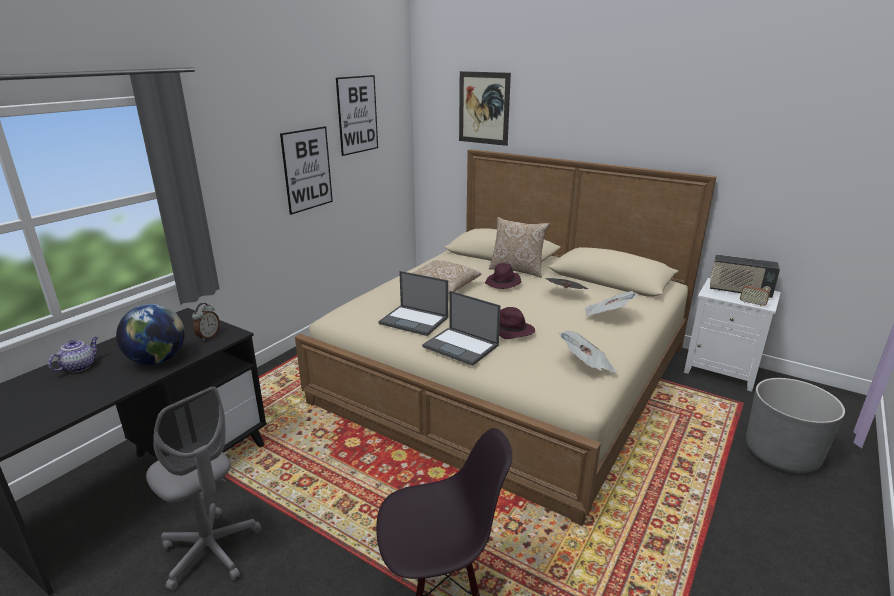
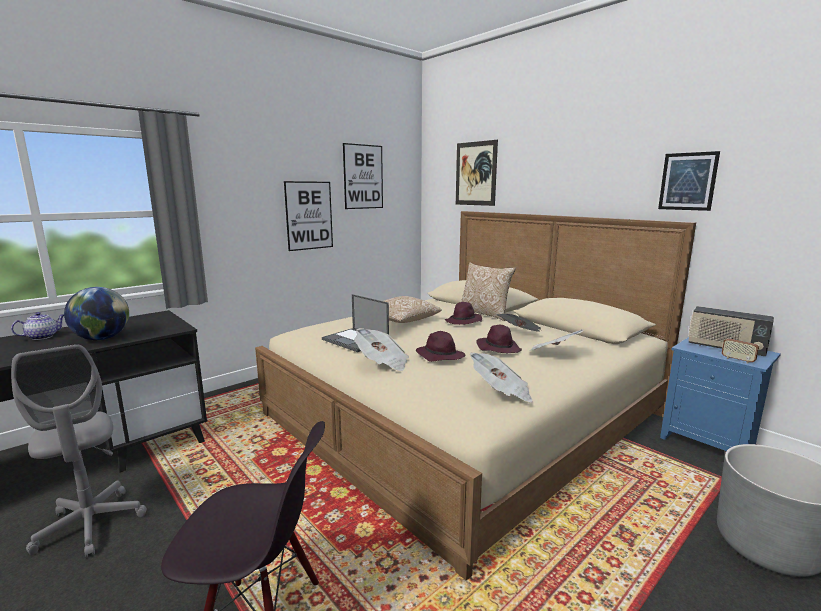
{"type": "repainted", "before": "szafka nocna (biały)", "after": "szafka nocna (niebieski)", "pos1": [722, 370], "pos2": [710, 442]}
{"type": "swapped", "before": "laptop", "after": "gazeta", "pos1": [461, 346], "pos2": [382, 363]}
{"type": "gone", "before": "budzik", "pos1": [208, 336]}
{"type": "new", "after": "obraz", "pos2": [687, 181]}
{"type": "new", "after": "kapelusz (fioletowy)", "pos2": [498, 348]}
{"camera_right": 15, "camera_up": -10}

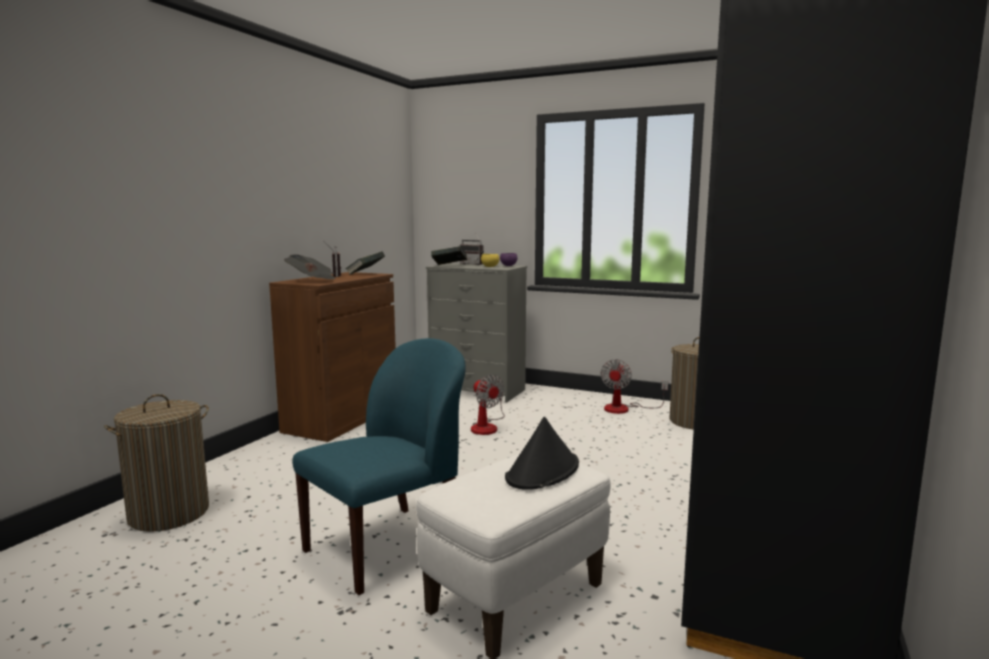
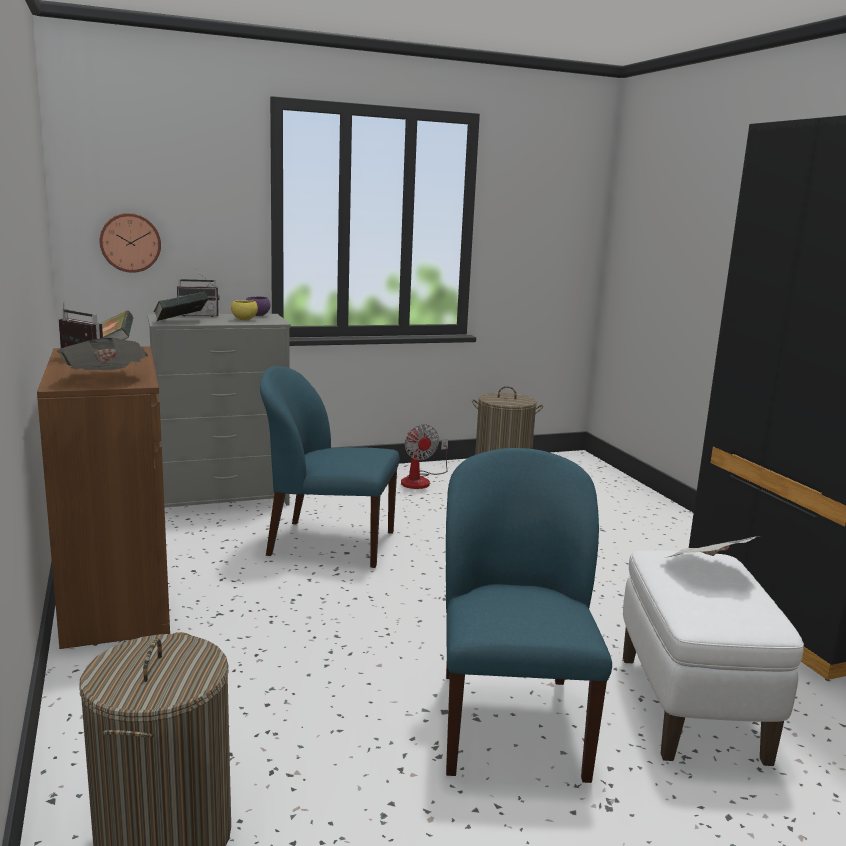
{"type": "swapped", "before": "wentylator", "after": "krzesło (niebieski)", "pos1": [487, 426], "pos2": [329, 543]}
{"type": "swapped", "before": "kapelusz (czarny)", "after": "gazeta", "pos1": [543, 471], "pos2": [705, 569]}
{"type": "new", "after": "zegar ścienny", "pos2": [130, 242]}
{"camera_right": -45, "camera_up": 5}

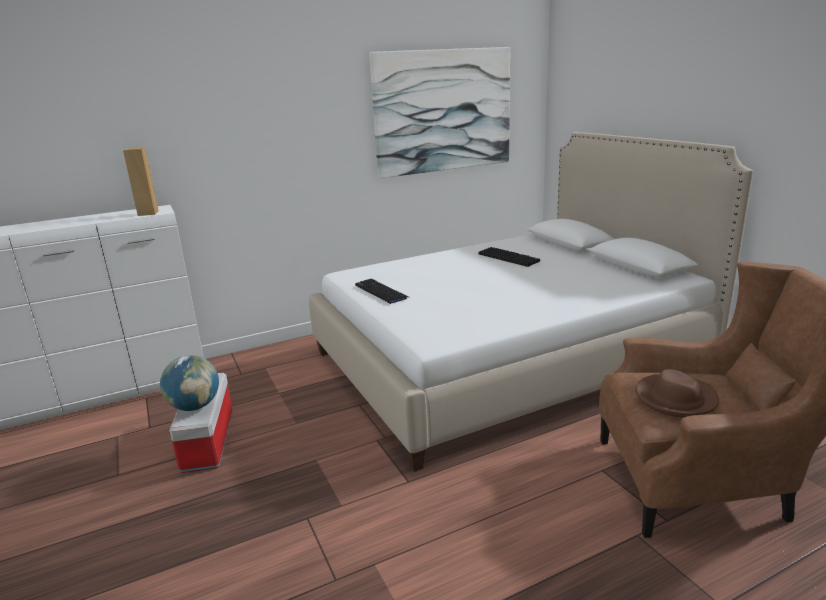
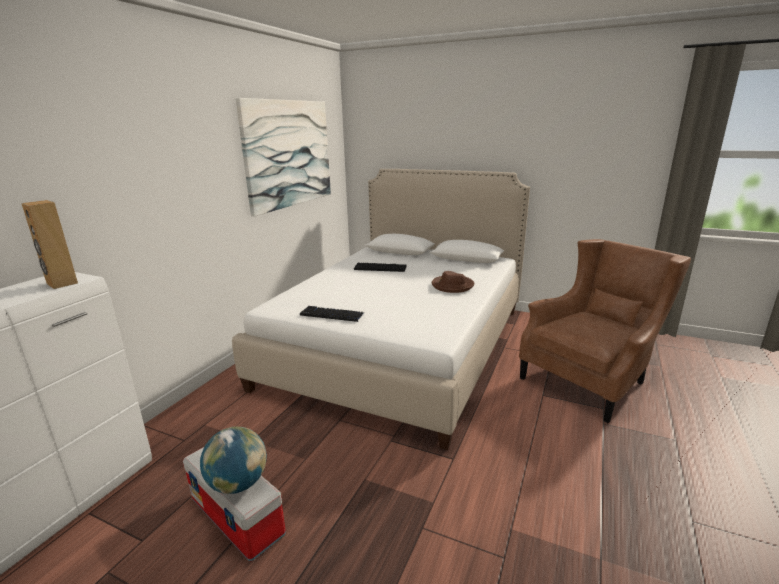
{"type": "shifted", "before": "kapelusz (brązowy)", "pos1": [675, 398], "pos2": [452, 286]}
{"camera_right": -40, "camera_up": 0}

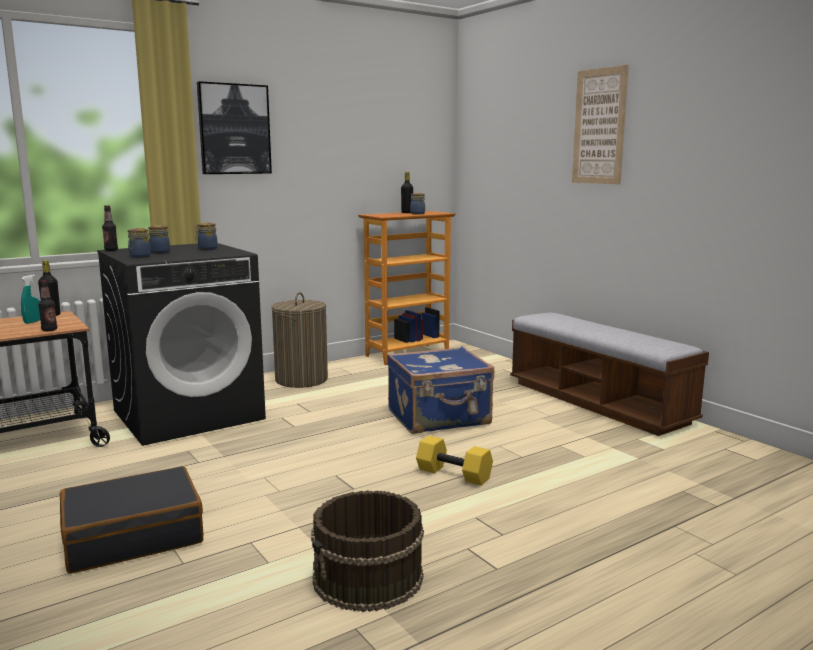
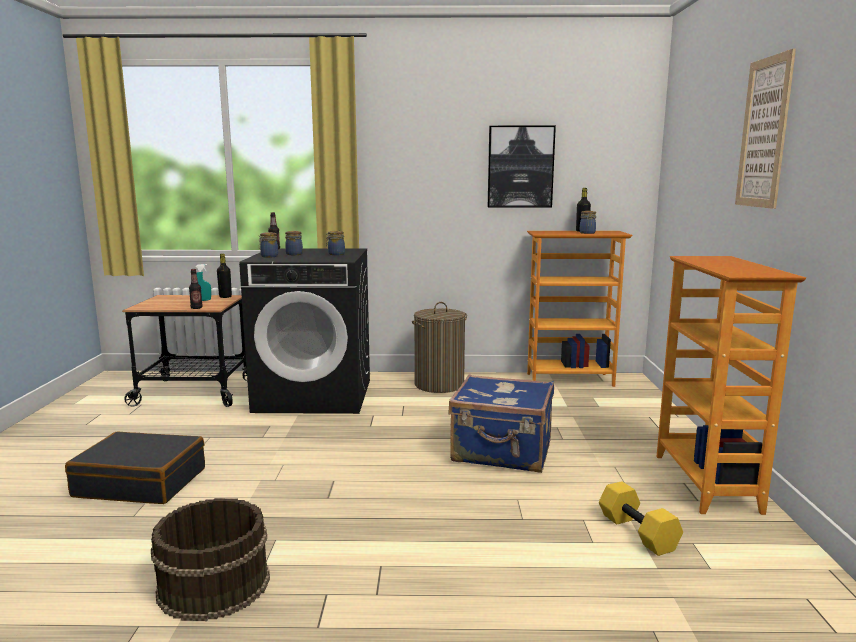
{"type": "shifted", "before": "obraz", "pos1": [234, 129], "pos2": [520, 167]}
{"type": "swapped", "before": "ławka", "after": "regał", "pos1": [597, 402], "pos2": [707, 483]}
{"type": "shifted", "before": "hantel (żółty)", "pos1": [455, 474], "pos2": [639, 532]}
{"camera_right": 35, "camera_up": 0}

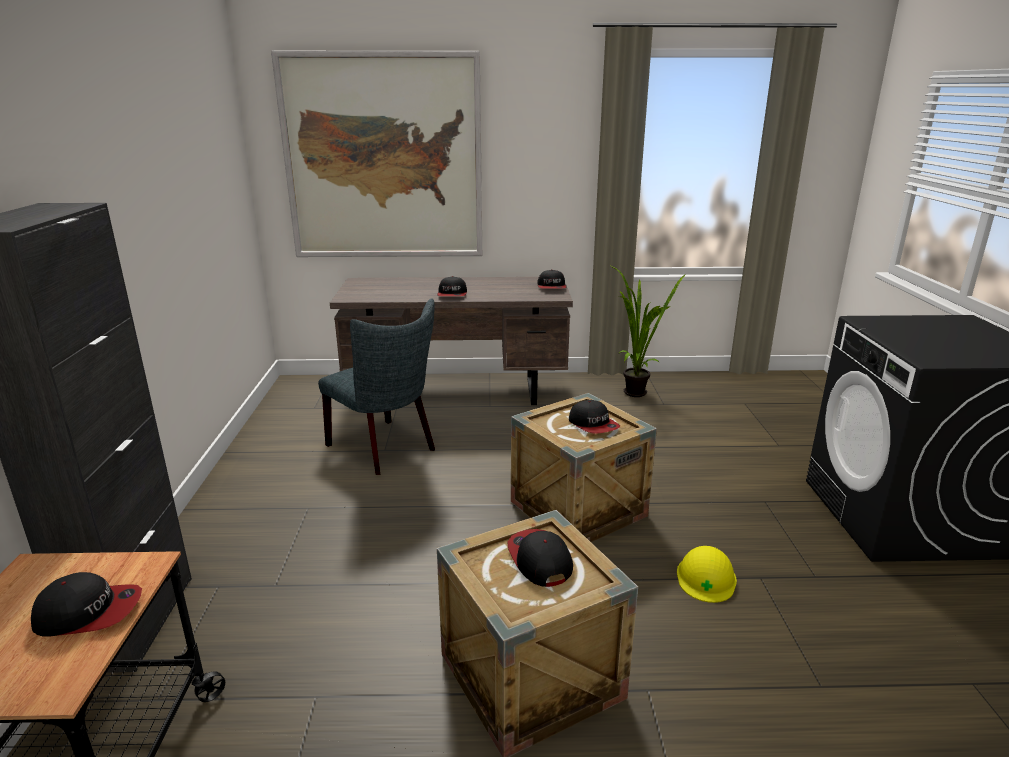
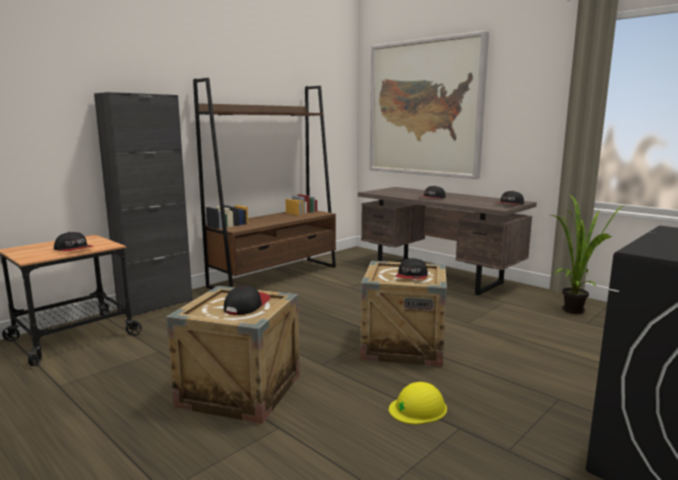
{"type": "gone", "before": "krzesło (szary)", "pos1": [386, 449]}
{"type": "new", "after": "regał (brązowy)", "pos2": [275, 276]}
{"camera_right": 45, "camera_up": -10}

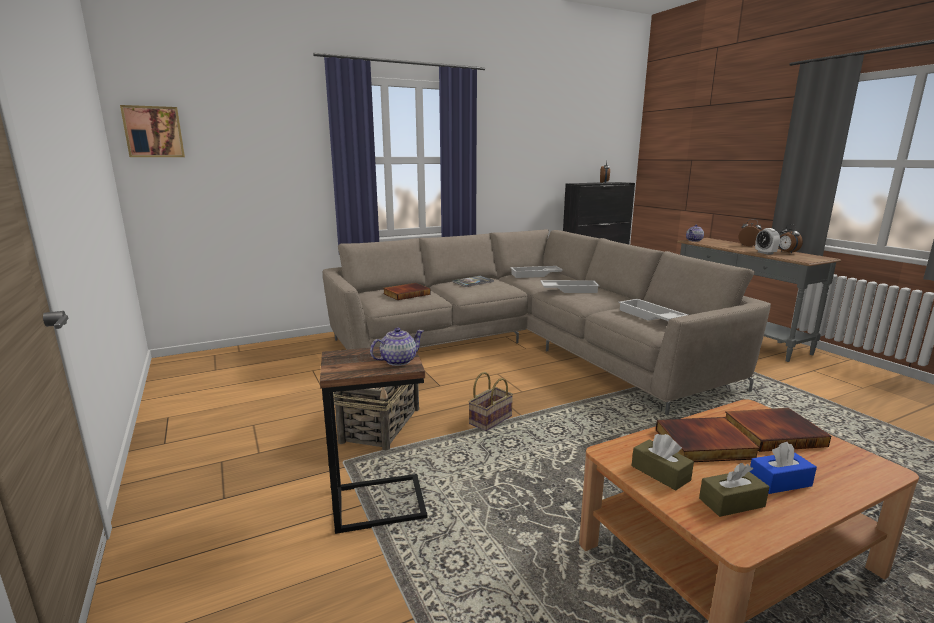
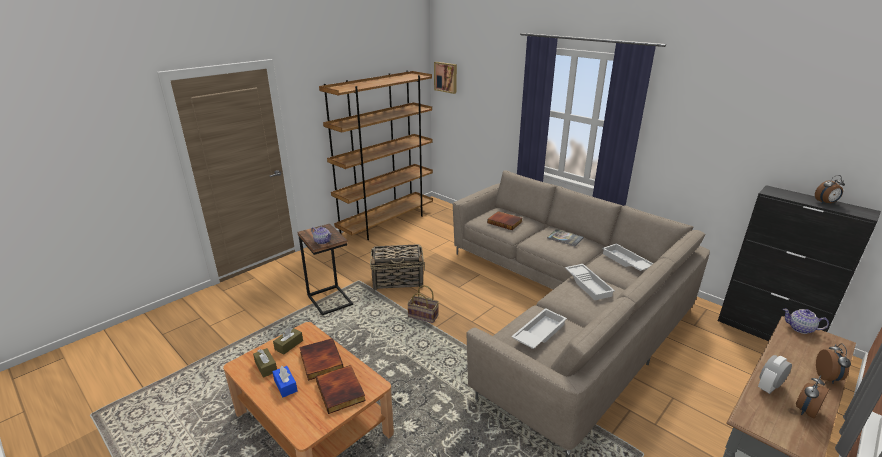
{"type": "new", "after": "regał (brązowy)", "pos2": [387, 223]}
{"camera_right": 70, "camera_up": 10}

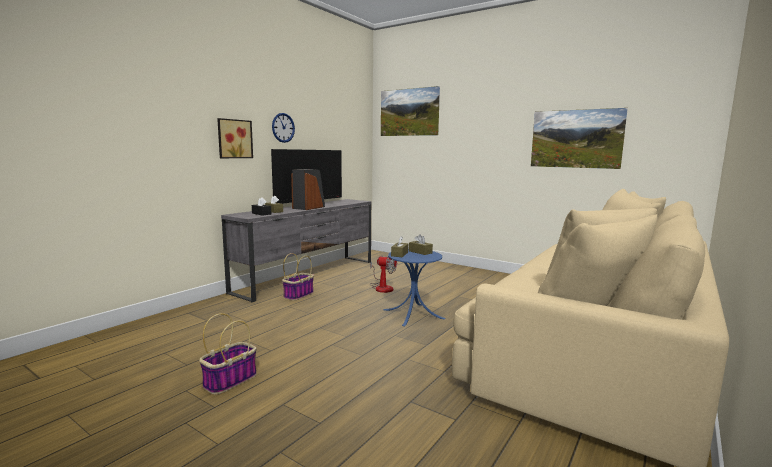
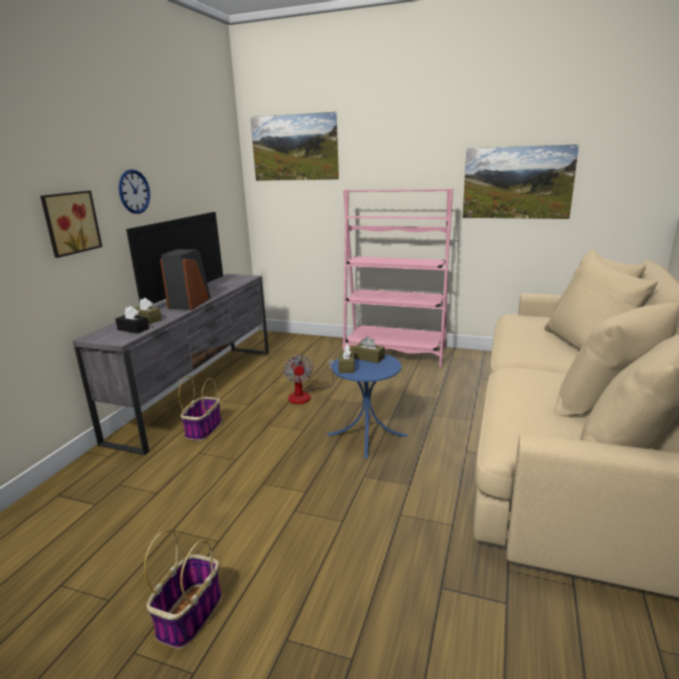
{"type": "rotated", "before": "wentylator", "pos1": [382, 287], "pos2": [305, 395], "turn": 75}
{"type": "new", "after": "regał (różowy)", "pos2": [395, 352]}
{"camera_right": -15, "camera_up": 10}

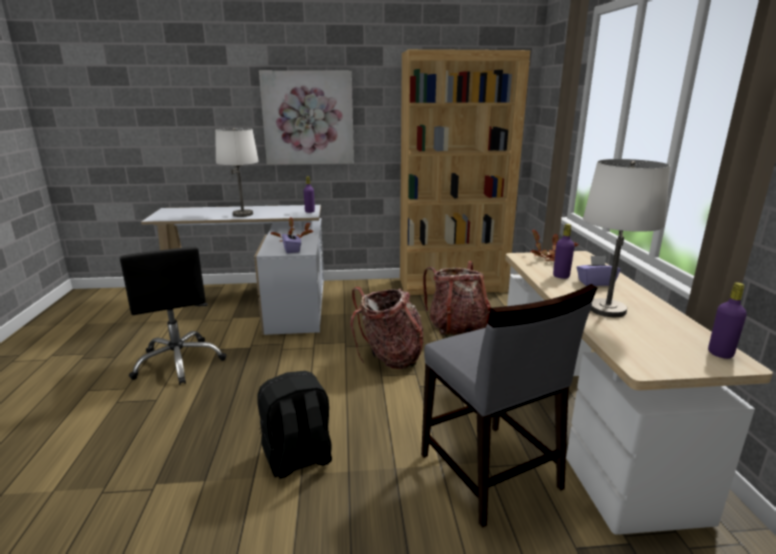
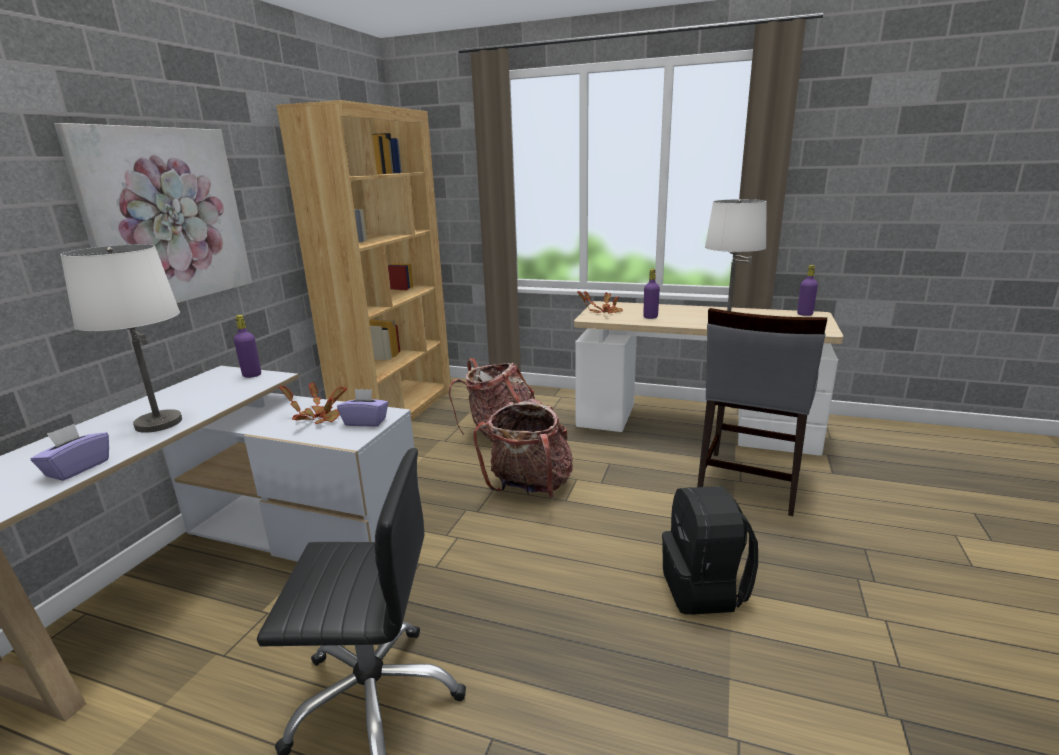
{"type": "shifted", "before": "pudełko chusteczek (fioletowy)", "pos1": [595, 283], "pos2": [77, 468]}
{"type": "rotated", "before": "krzesło (szary)", "pos1": [489, 472], "pos2": [748, 482], "turn": 120}
{"camera_right": -65, "camera_up": 0}

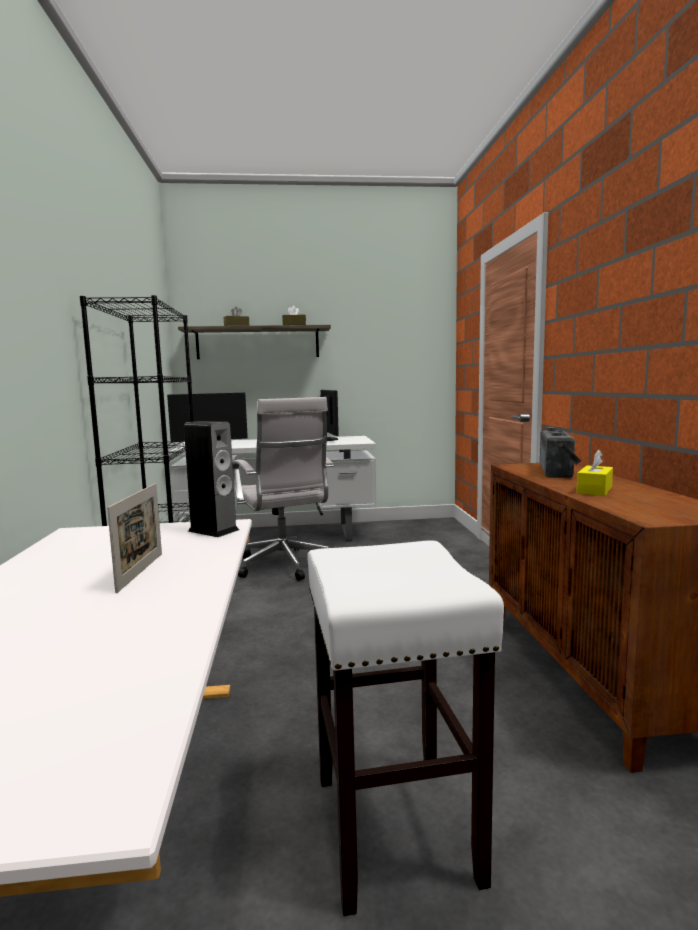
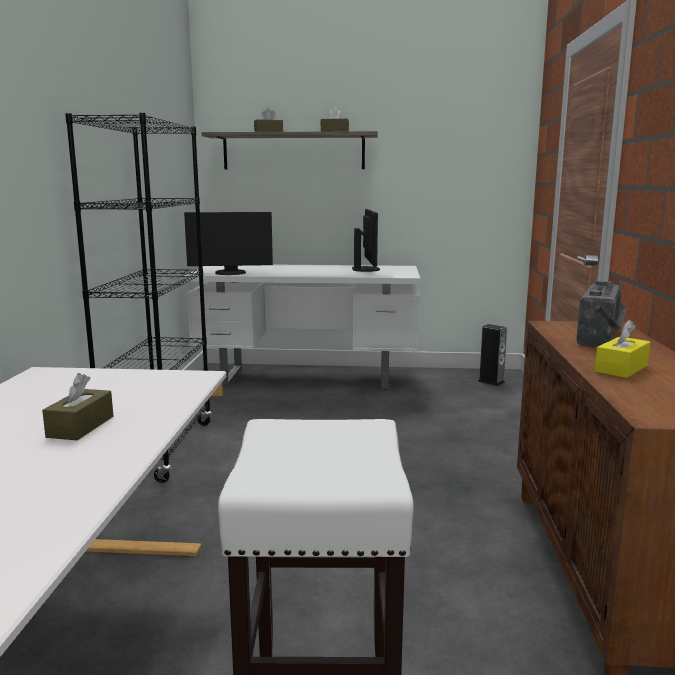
{"type": "gone", "before": "krzesło biurowe (biały)", "pos1": [285, 566]}
{"type": "shifted", "before": "głośnik", "pos1": [213, 530], "pos2": [491, 381]}
{"type": "swapped", "before": "ramka na zdjęcie", "after": "pudełko chusteczek (brązowy)", "pos1": [141, 571], "pos2": [80, 426]}
{"camera_right": 10, "camera_up": 5}

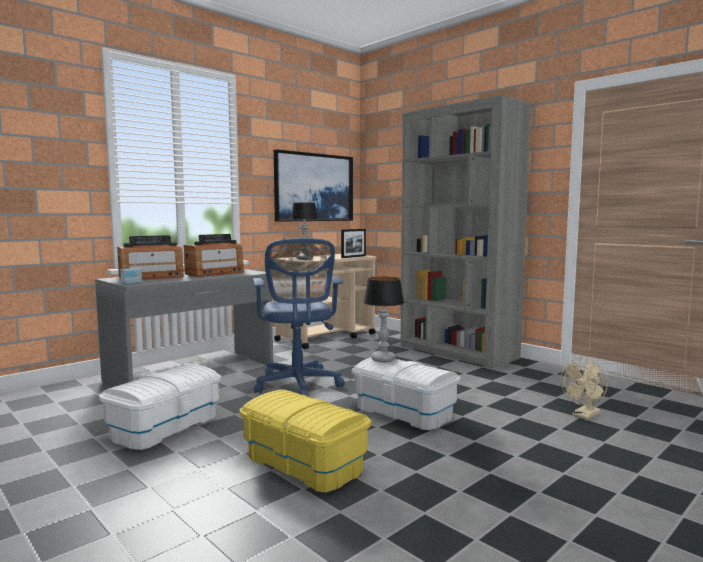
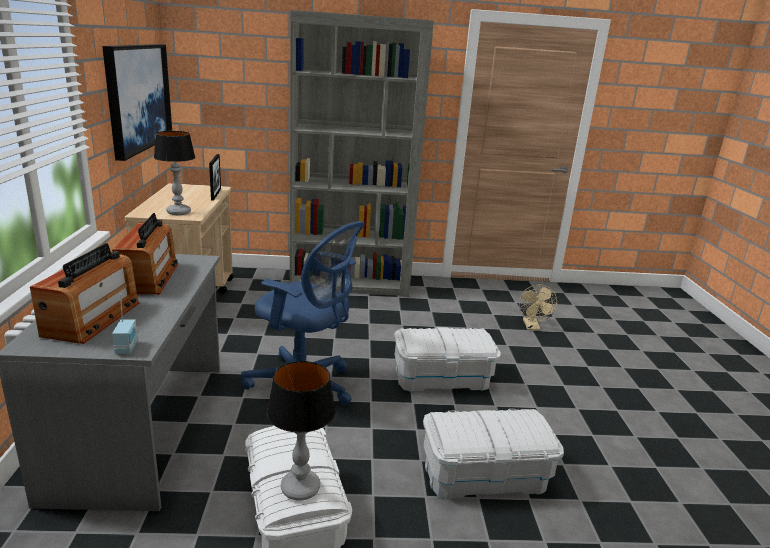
{"type": "shifted", "before": "lampa stołowa", "pos1": [382, 359], "pos2": [299, 488]}
{"type": "repainted", "before": "pojemnik do przechowywania (żółty)", "after": "pojemnik do przechowywania (biały)", "pos1": [303, 464], "pos2": [484, 475]}
{"camera_right": -50, "camera_up": 15}

